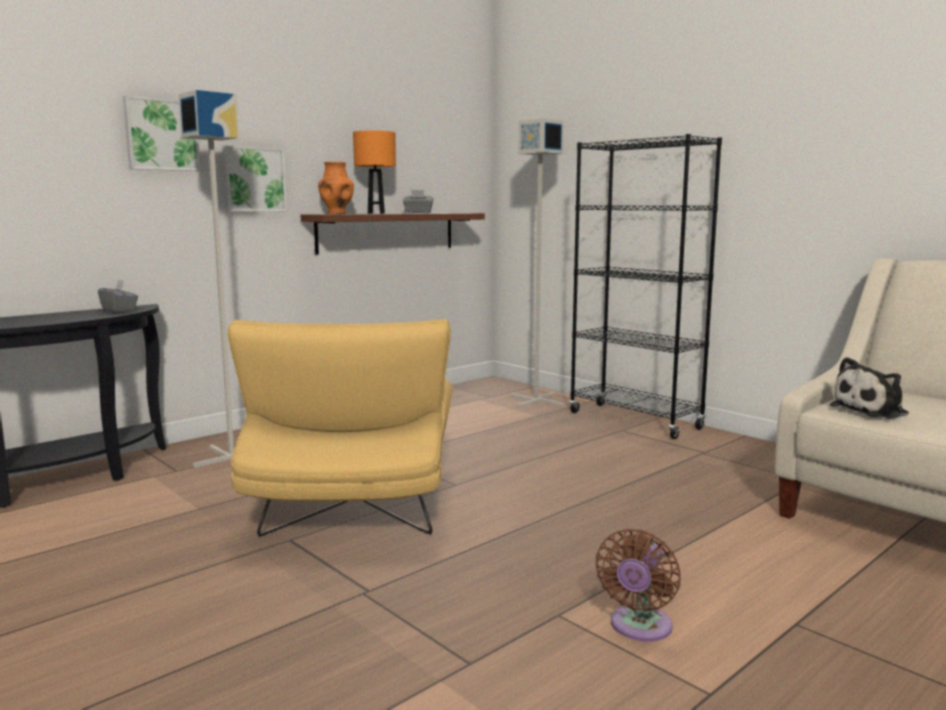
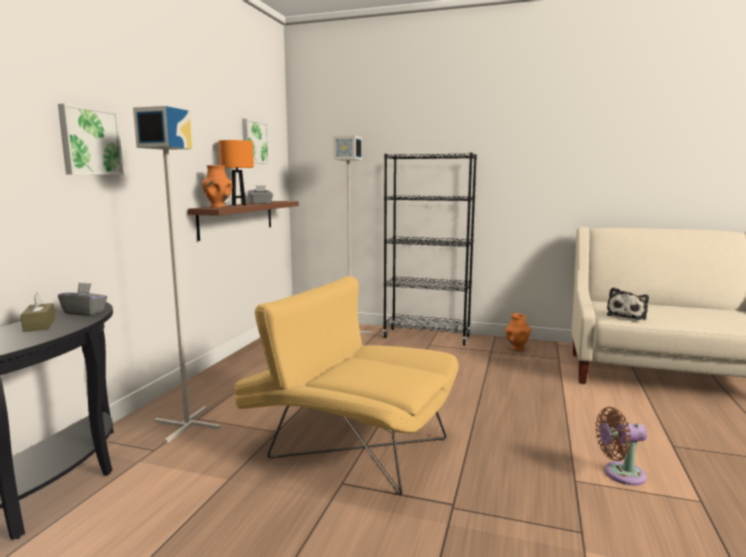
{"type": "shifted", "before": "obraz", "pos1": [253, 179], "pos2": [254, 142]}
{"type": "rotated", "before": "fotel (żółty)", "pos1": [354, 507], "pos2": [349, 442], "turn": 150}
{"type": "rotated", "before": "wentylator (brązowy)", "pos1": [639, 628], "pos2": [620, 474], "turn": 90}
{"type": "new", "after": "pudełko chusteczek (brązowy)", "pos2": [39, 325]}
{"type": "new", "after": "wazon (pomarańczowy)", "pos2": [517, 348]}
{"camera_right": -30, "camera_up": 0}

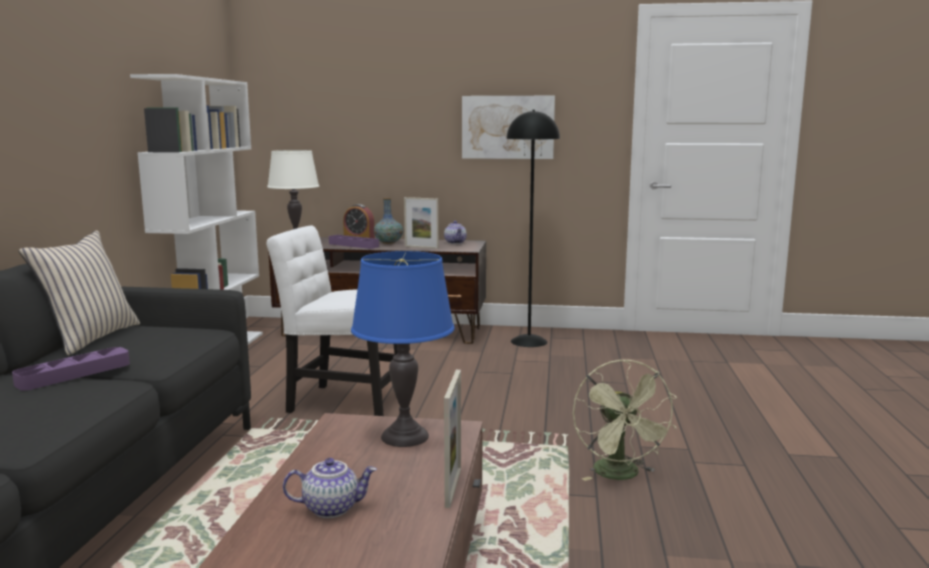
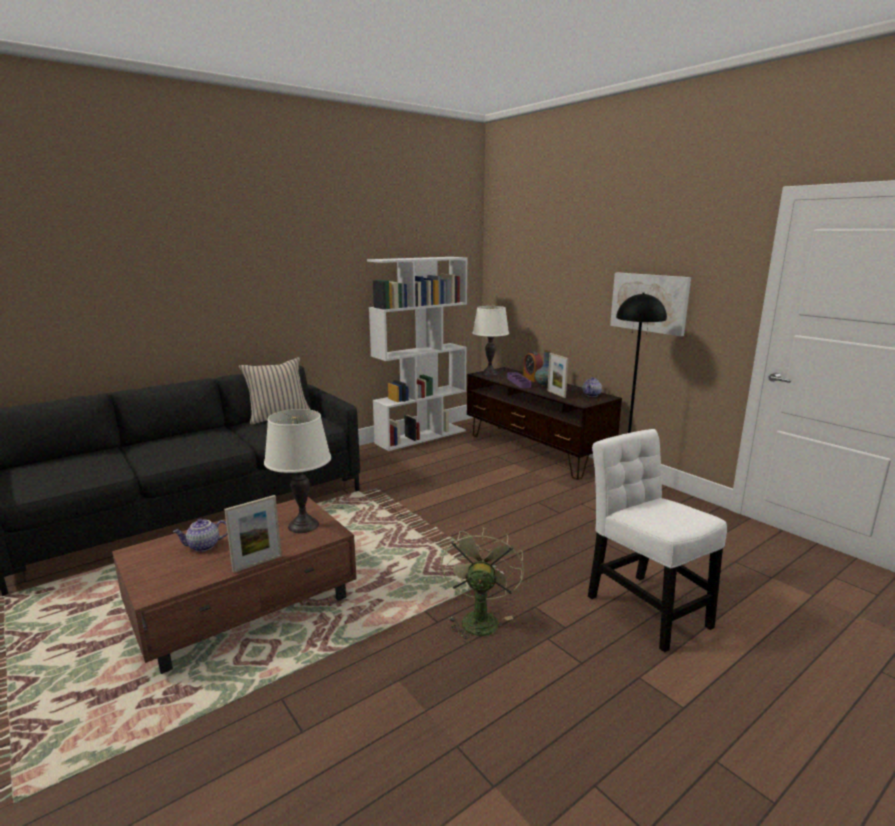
{"type": "shifted", "before": "krzesło (biały)", "pos1": [342, 403], "pos2": [644, 607]}
{"type": "repainted", "before": "lampa stołowa (niebieski)", "after": "lampa stołowa (biały)", "pos1": [405, 437], "pos2": [303, 525]}
{"type": "gone", "before": "taca (fioletowy)", "pos1": [74, 374]}
{"type": "rotated", "before": "wentylator (zielony)", "pos1": [621, 475], "pos2": [479, 618], "turn": 150}
{"type": "rotated", "before": "imbryk", "pos1": [331, 508], "pos2": [203, 546], "turn": 120}
{"camera_right": 45, "camera_up": 5}

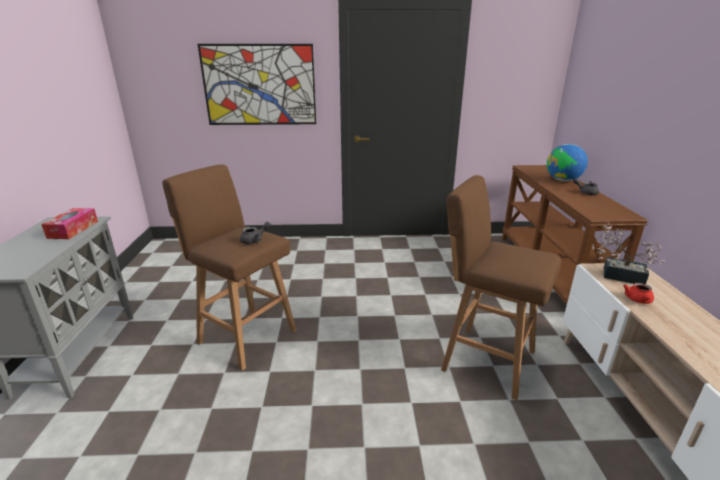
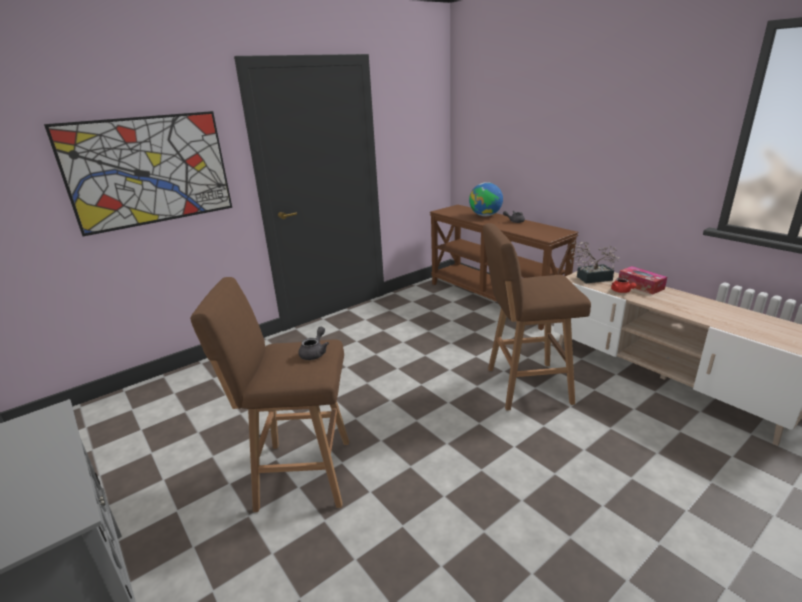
{"type": "shifted", "before": "pudełko chusteczek", "pos1": [73, 229], "pos2": [640, 285]}
{"camera_right": -35, "camera_up": 0}

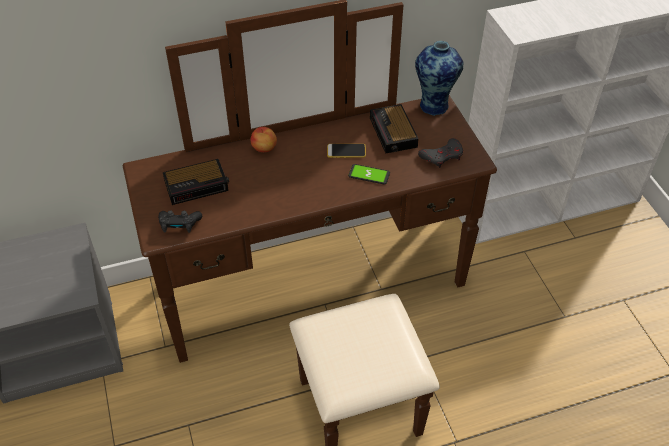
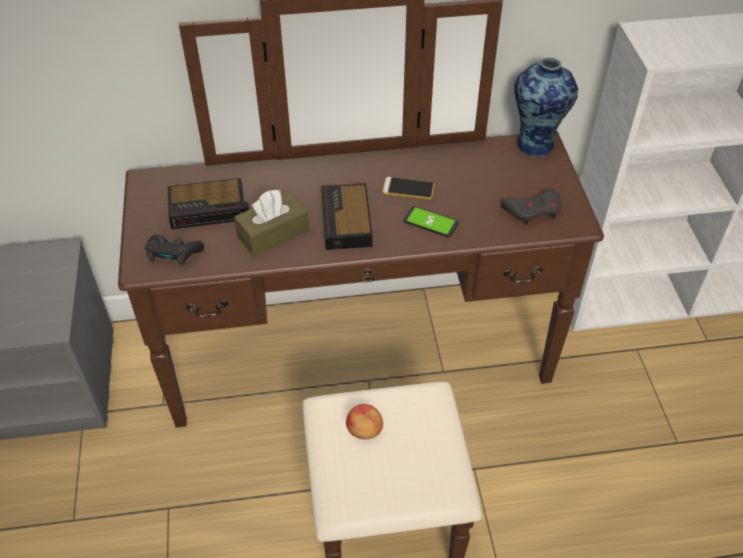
{"type": "shifted", "before": "budzik", "pos1": [393, 133], "pos2": [346, 222]}
{"type": "shifted", "before": "jabłko", "pos1": [264, 148], "pos2": [364, 431]}
{"type": "new", "after": "pudełko chusteczek (brązowy)", "pos2": [273, 233]}
{"camera_right": 10, "camera_up": 0}

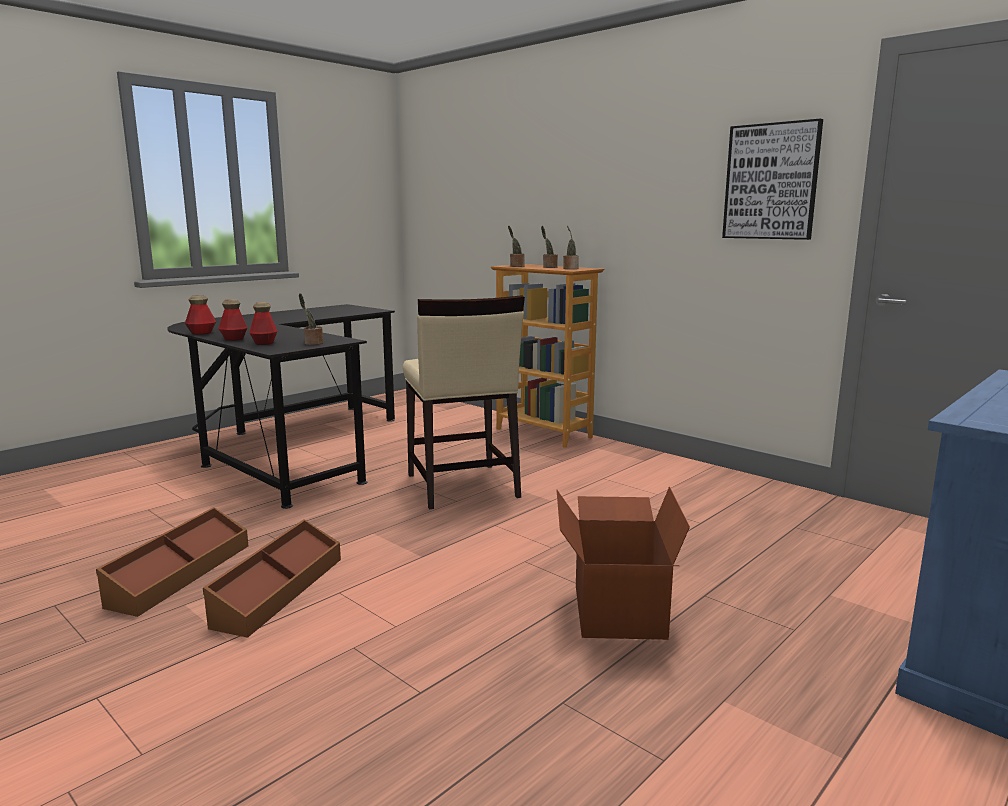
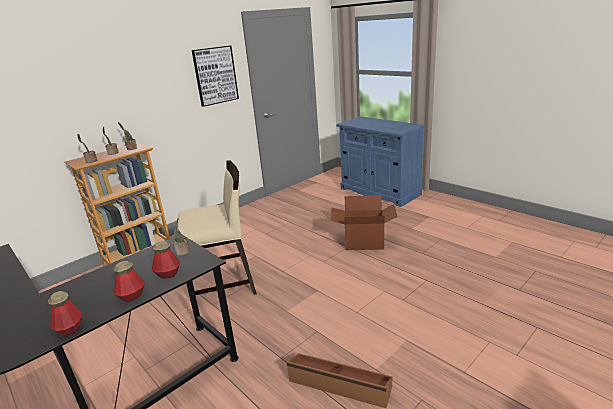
{"type": "gone", "before": "pojemnik do przechowywania (brązowy)", "pos1": [278, 590]}
{"camera_right": -85, "camera_up": 10}

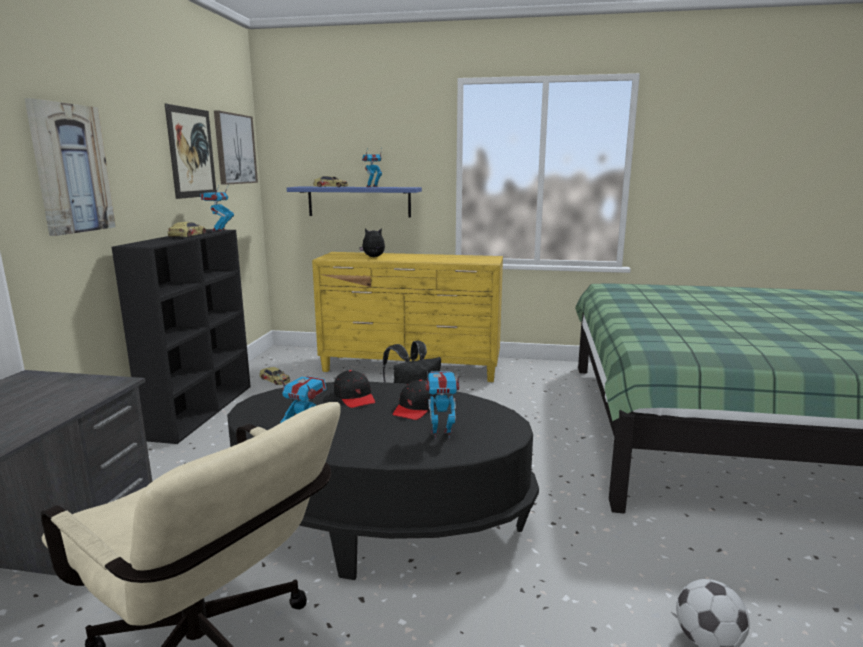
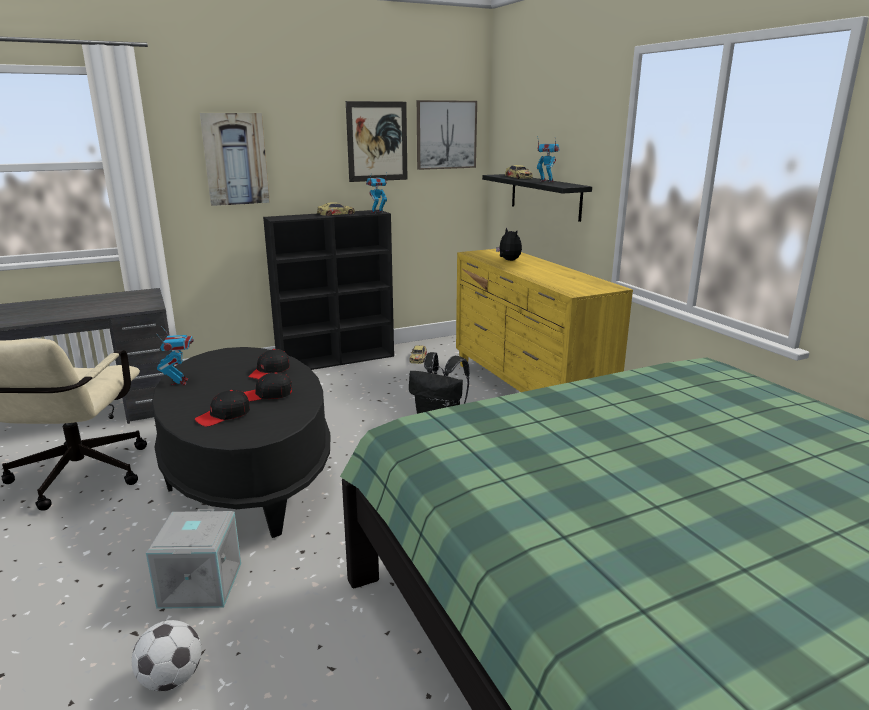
{"type": "repainted", "before": "półka (niebieski)", "after": "półka (czarny)", "pos1": [359, 201], "pos2": [545, 196]}
{"type": "swapped", "before": "robot zabawkowy", "after": "czapka z daszkiem (czarny)", "pos1": [441, 434], "pos2": [223, 416]}
{"type": "new", "after": "pojemnik do przechowywania (szary)", "pos2": [199, 584]}
{"camera_right": 55, "camera_up": 5}

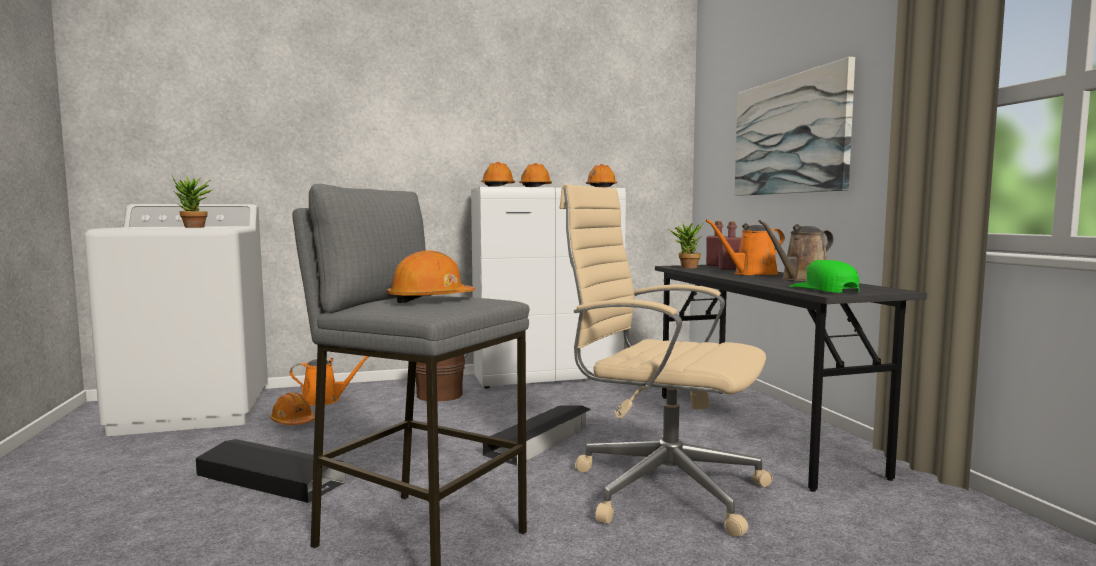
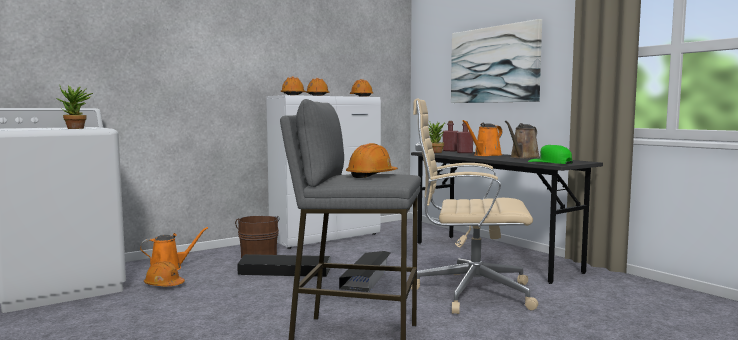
{"type": "shifted", "before": "pojemnik do przechowywania (czarny)", "pos1": [269, 479], "pos2": [284, 271]}
{"camera_right": -20, "camera_up": 0}

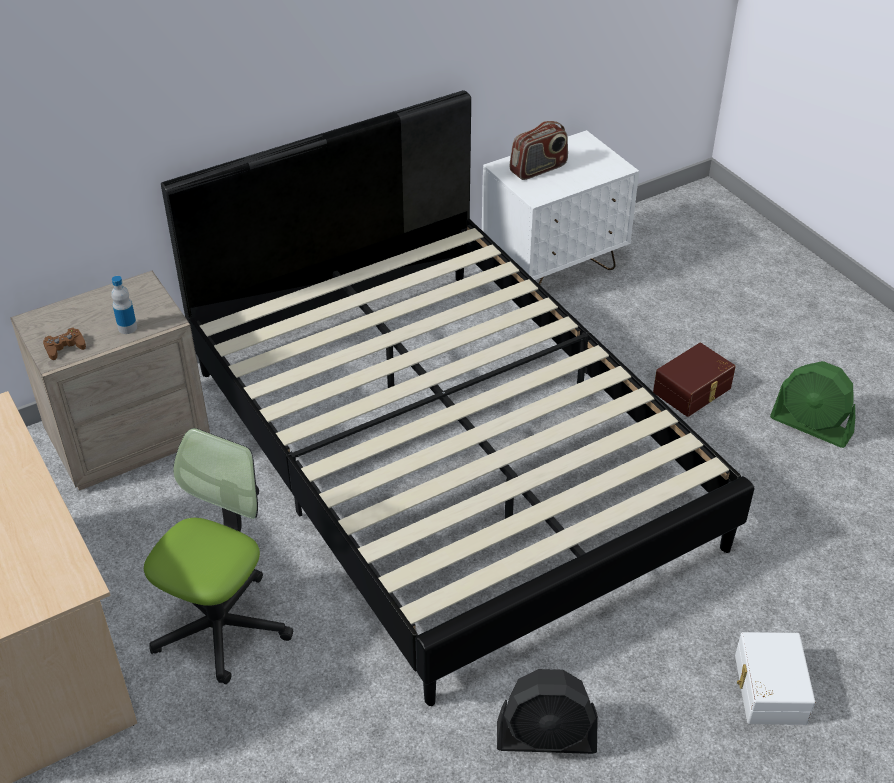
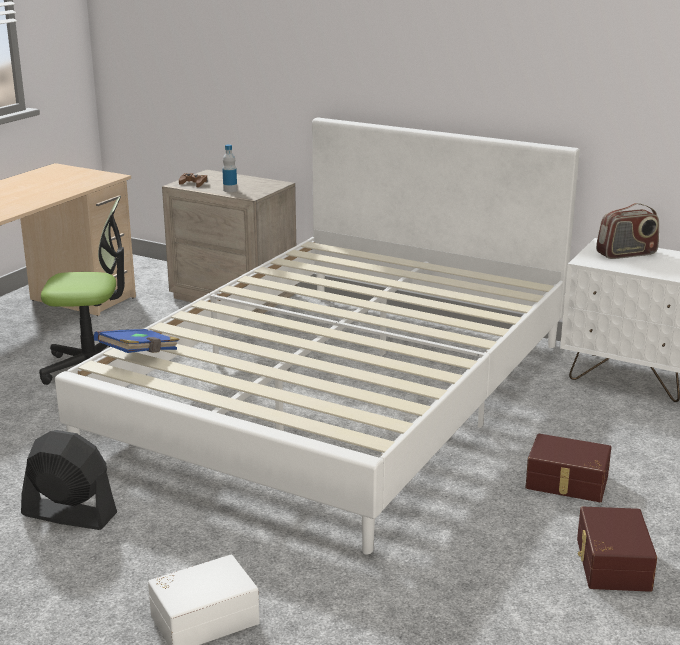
{"type": "repainted", "before": "łóżko (czarny)", "after": "łóżko (biały)", "pos1": [447, 453], "pos2": [341, 395]}
{"type": "rotated", "before": "radio", "pos1": [538, 169], "pos2": [626, 254], "turn": -45}
{"type": "swapped", "before": "wentylator (zielony)", "after": "pojemnik do przechowywania (brązowy)", "pos1": [811, 426], "pos2": [611, 564]}
{"type": "rotated", "before": "wentylator (czarny)", "pos1": [546, 738], "pos2": [69, 514], "turn": 135}
{"type": "new", "after": "książka (niebieski)", "pos2": [139, 355]}
{"camera_right": 60, "camera_up": -20}

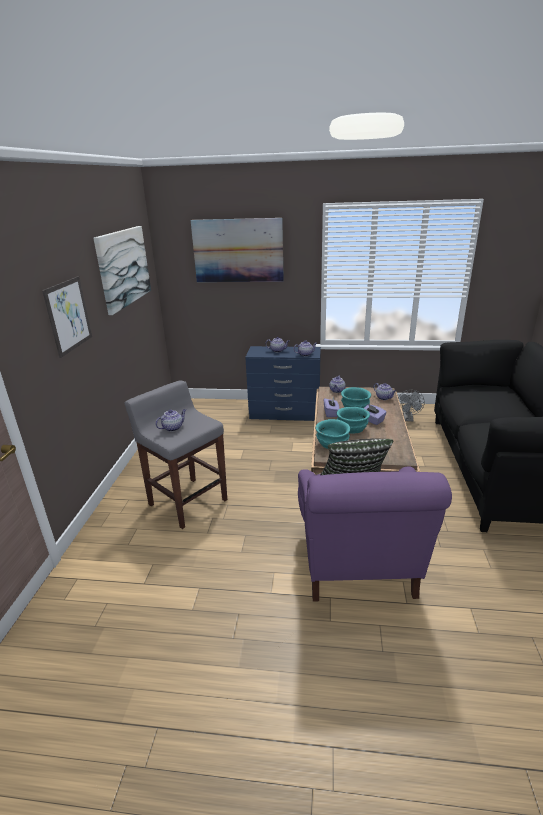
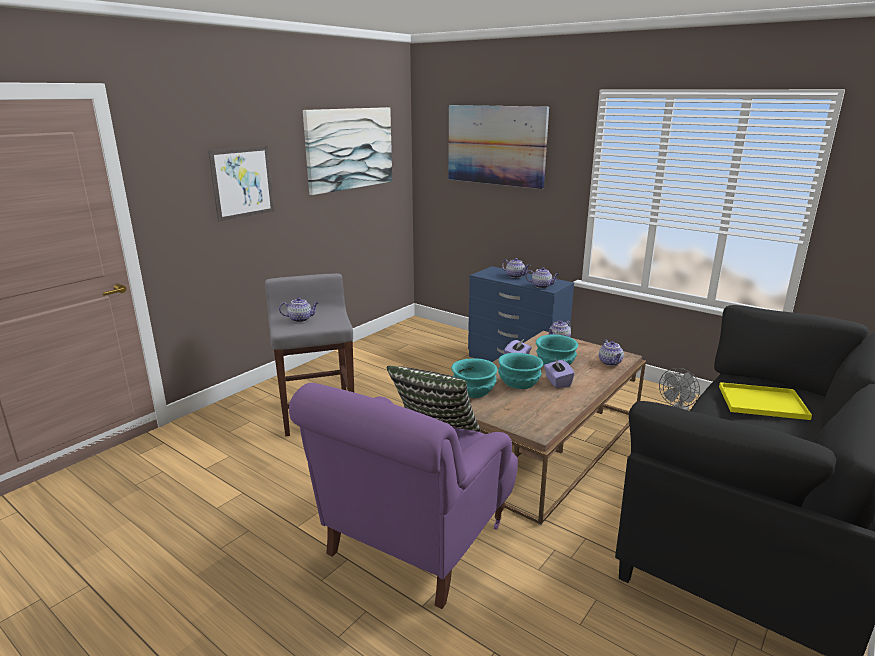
{"type": "new", "after": "taca (żółty)", "pos2": [763, 402]}
{"camera_right": 30, "camera_up": -5}

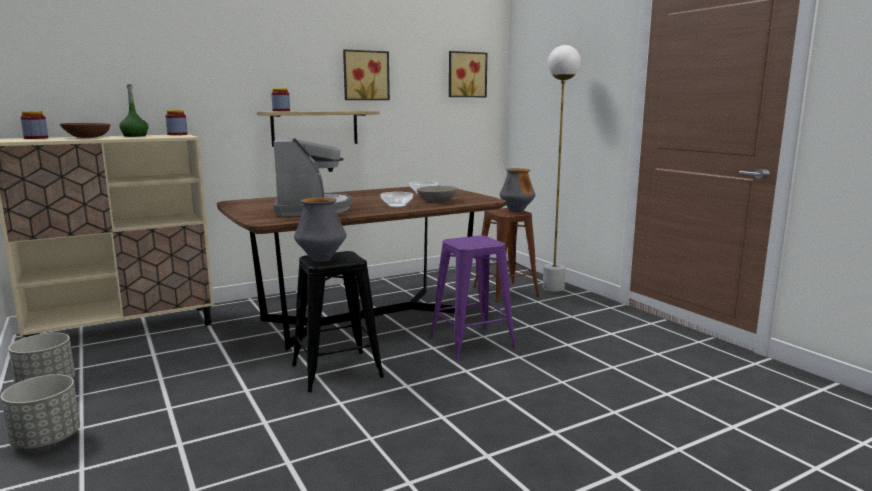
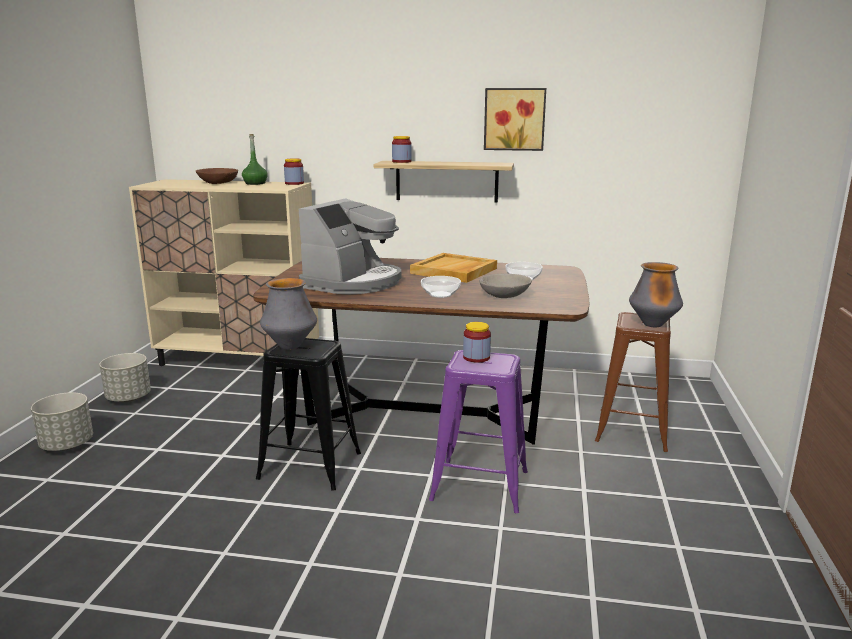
{"type": "gone", "before": "lampa stojąca (biały)", "pos1": [553, 288]}
{"type": "gone", "before": "obraz", "pos1": [466, 74]}
{"type": "shifted", "before": "słoik", "pos1": [36, 138], "pos2": [476, 357]}
{"type": "new", "after": "taca (beżowy)", "pos2": [454, 271]}
{"camera_right": 40, "camera_up": 5}

